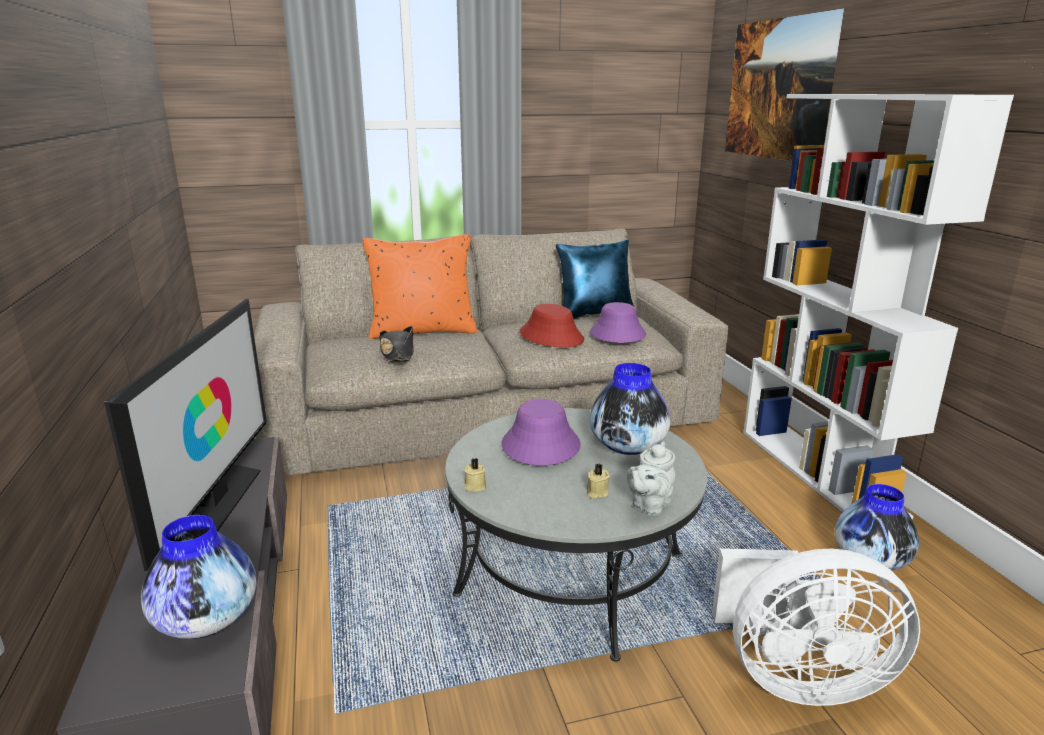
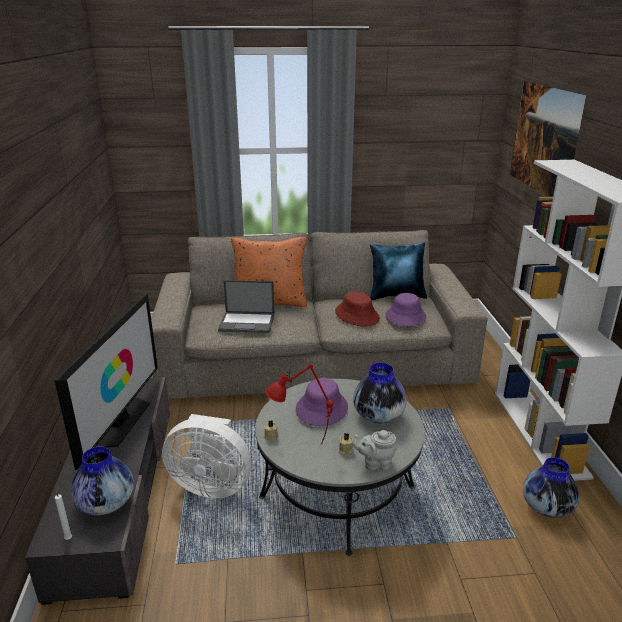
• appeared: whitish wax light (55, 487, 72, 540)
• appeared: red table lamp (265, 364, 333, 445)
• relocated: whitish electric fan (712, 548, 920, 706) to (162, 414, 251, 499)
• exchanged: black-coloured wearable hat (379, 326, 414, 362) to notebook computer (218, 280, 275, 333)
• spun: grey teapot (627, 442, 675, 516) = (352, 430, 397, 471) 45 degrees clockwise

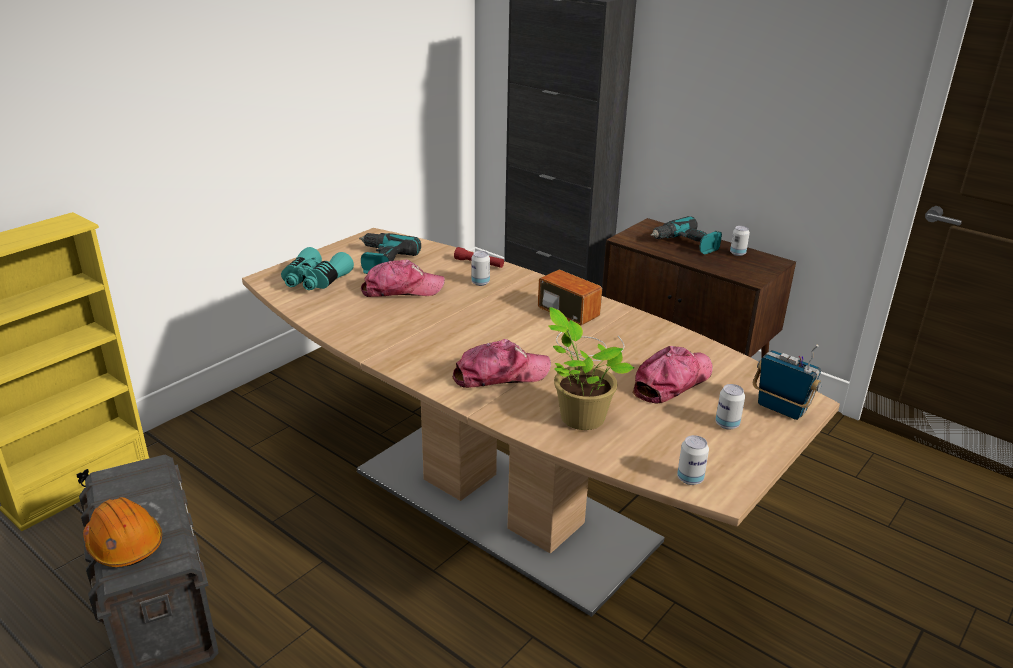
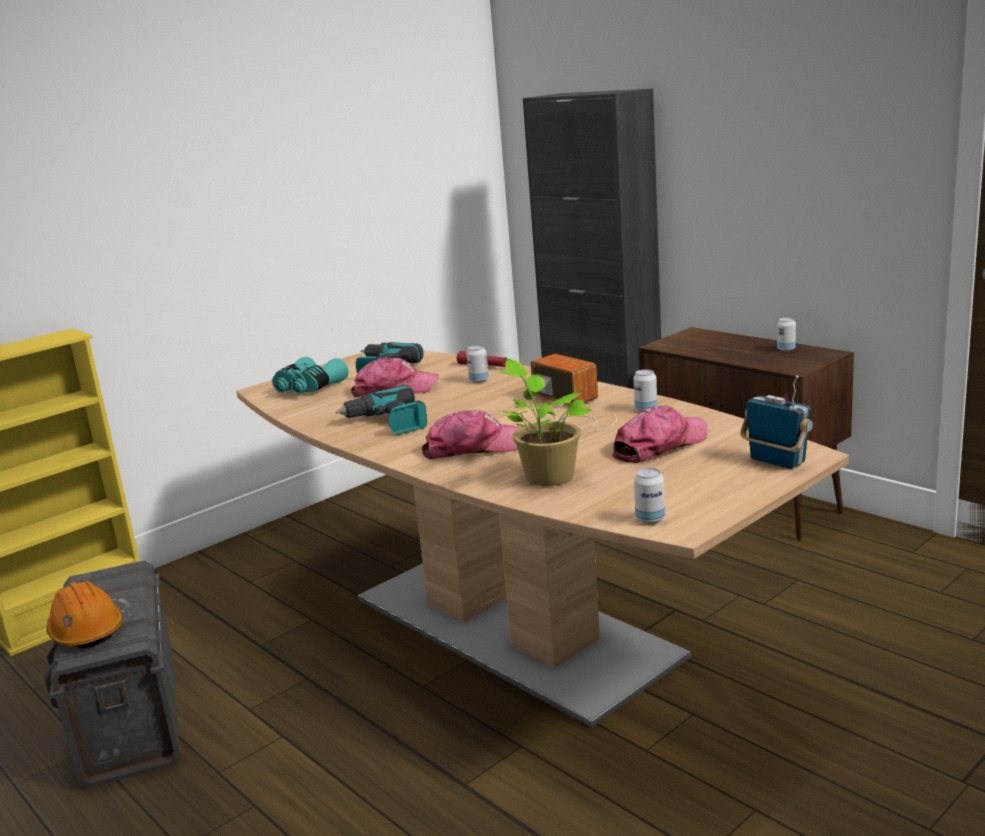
• relocated: power drill (651, 216, 722, 254) to (336, 385, 427, 434)
• relocated: metal can (715, 384, 745, 430) to (633, 369, 657, 412)

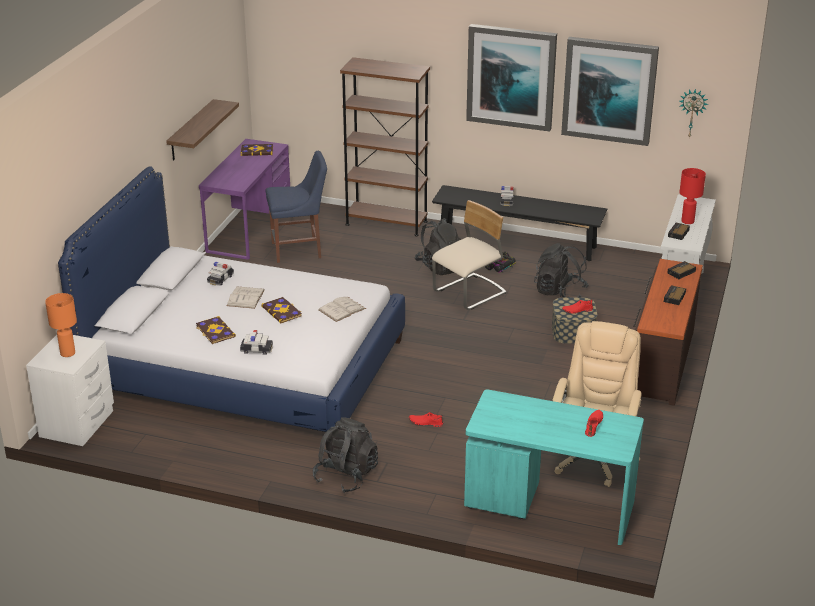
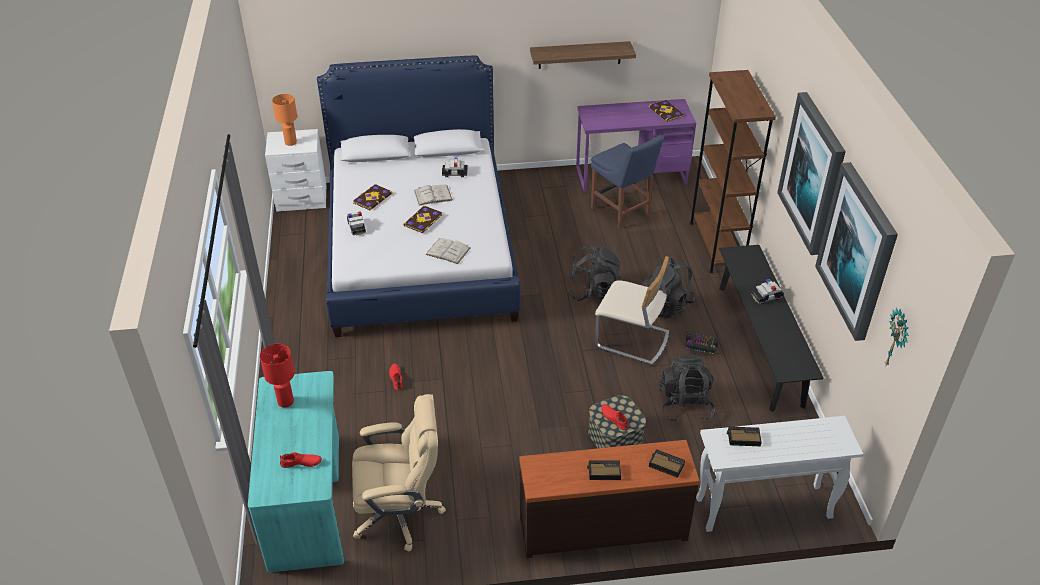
• relocated: black-coloured rucksack (313, 417, 378, 493) to (567, 245, 621, 301)
• relocated: red table lamp (680, 168, 706, 224) to (260, 344, 295, 408)

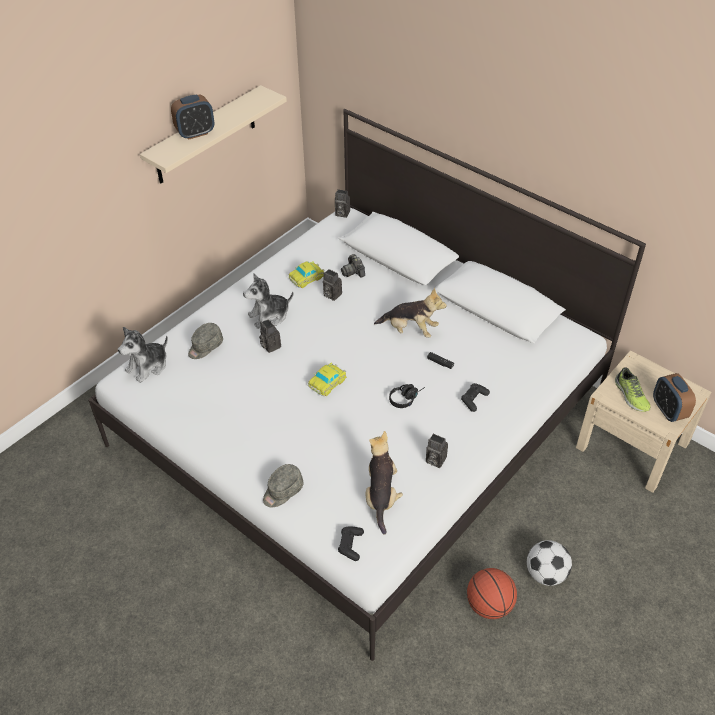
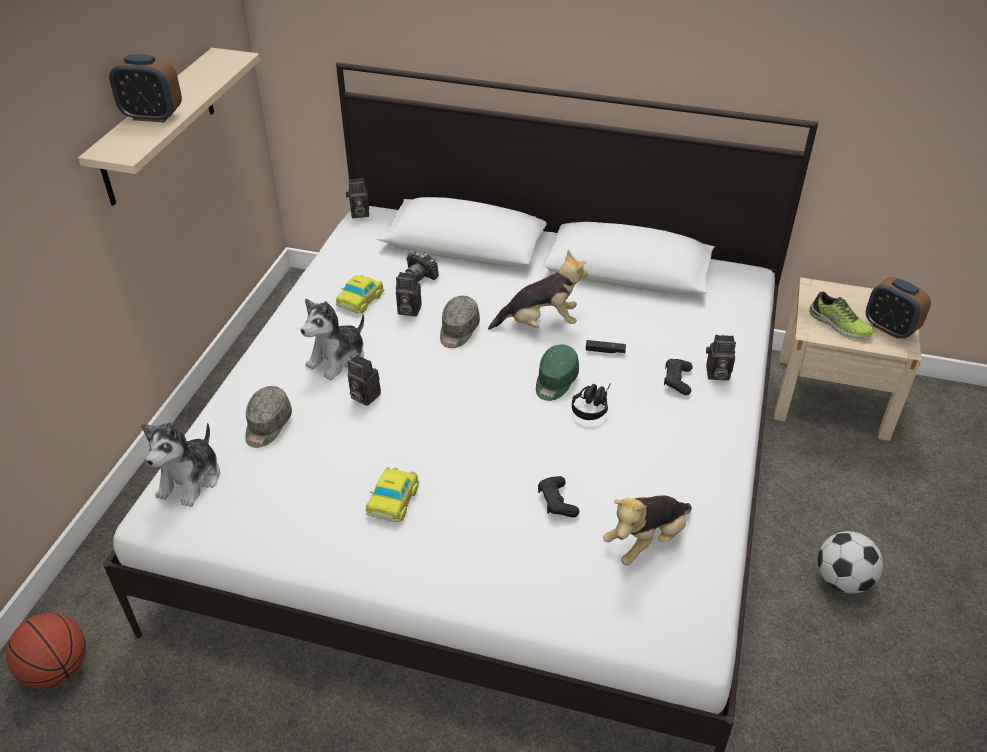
• appeared: greenish cap (536, 345, 579, 401)
• relocated: grey cap (263, 464, 303, 507) to (440, 296, 480, 348)
• relocated: model car (308, 363, 347, 396) to (366, 467, 420, 522)
• relocated: black-coloured gamepad (338, 527, 364, 561) to (538, 476, 579, 517)
• relocated: still camera (426, 433, 448, 468) to (706, 335, 736, 380)
• relocated: ball for basketball (467, 568, 517, 619) to (6, 613, 86, 688)
• spun: alarm clock (171, 94, 214, 140) = (109, 54, 182, 122) 60 degrees clockwise
• spun: soft toy (366, 431, 403, 535) = (603, 495, 692, 565) 105 degrees counterclockwise

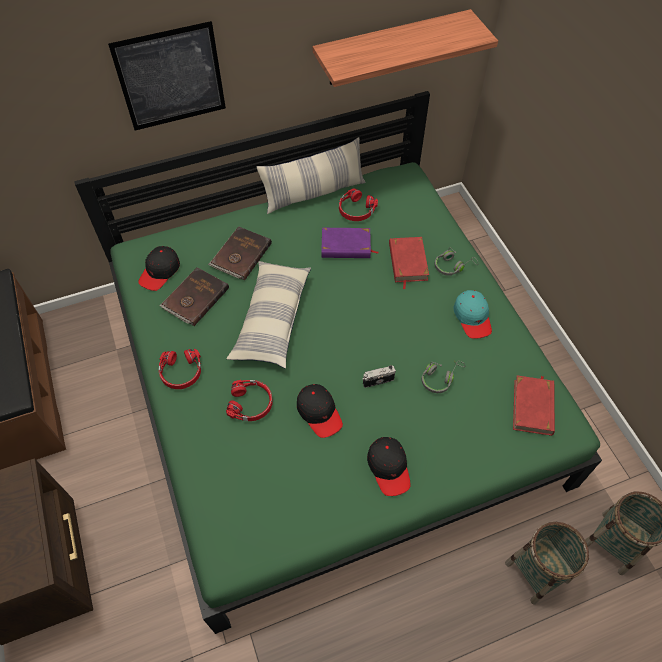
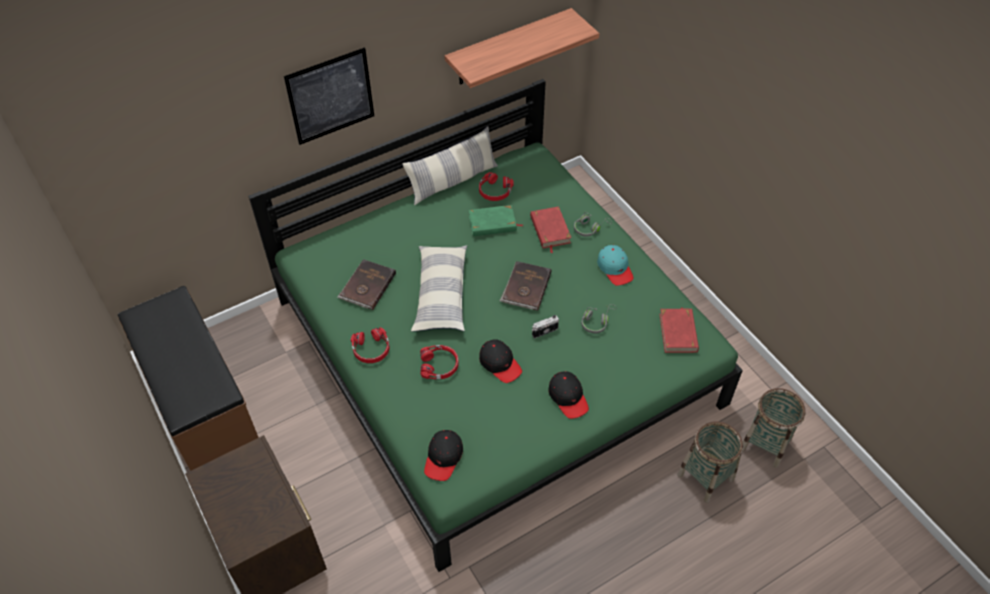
• relocated: black-coloured cap (138, 246, 180, 291) to (424, 430, 463, 481)
• relocated: brown-coloured volume (208, 226, 272, 281) to (499, 261, 552, 311)
• colour: purple-coloured volume (321, 228, 379, 258) to greenish volume (469, 205, 523, 236)

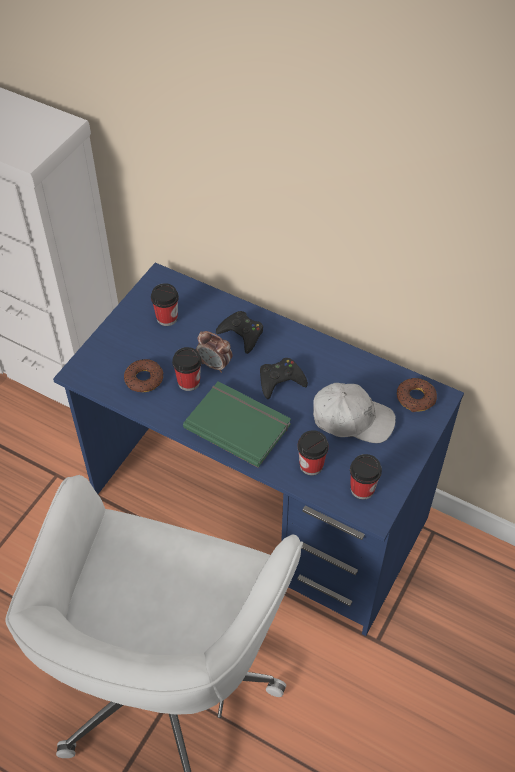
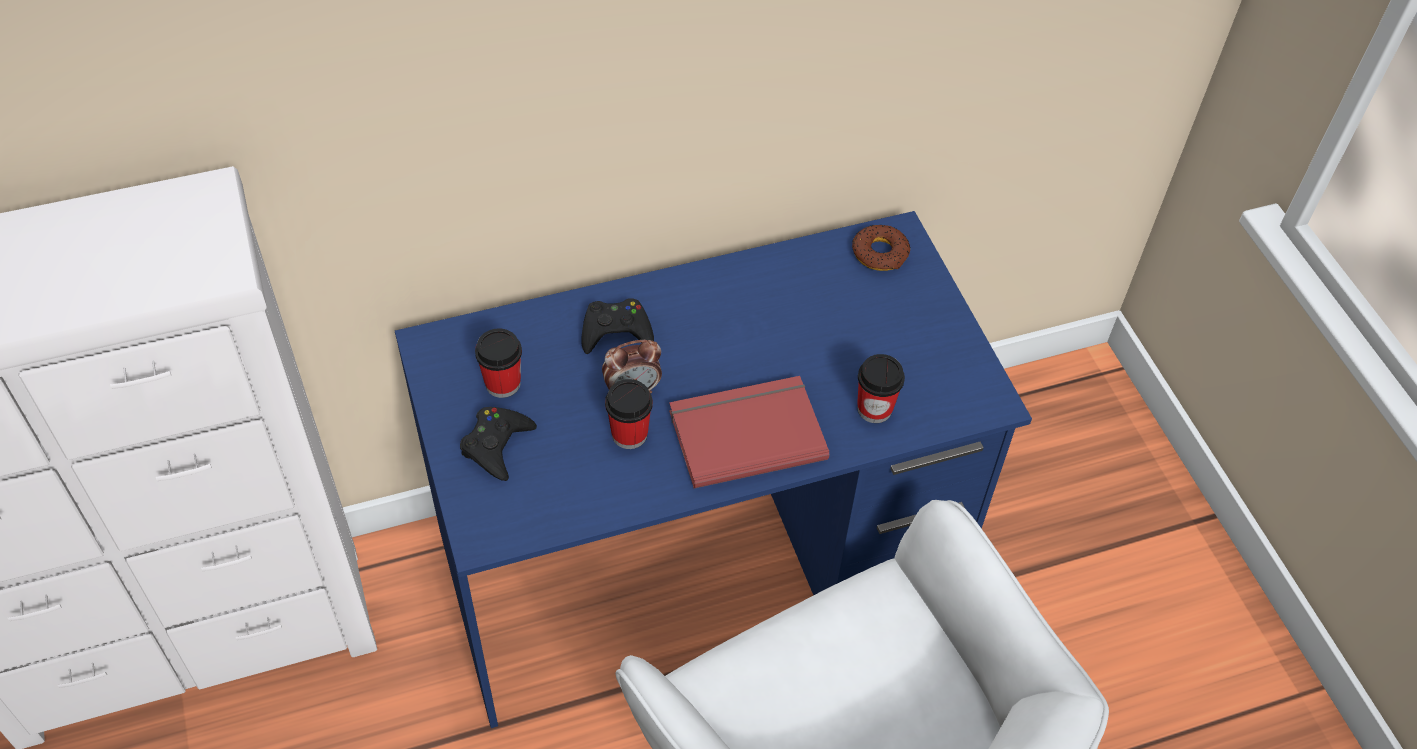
• missing: ring doughnut (124, 359, 163, 392)
• missing: whitish cap (313, 383, 396, 443)
• missing: drinking cup (350, 454, 382, 500)
• relocated: black-coloured gamepad (260, 358, 308, 399) to (460, 407, 537, 481)
• colour: greenish volume (183, 381, 291, 468) to red volume (669, 376, 829, 489)

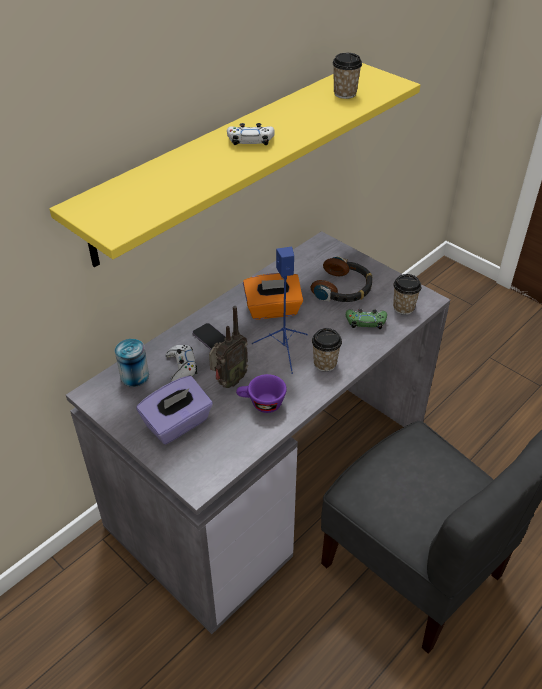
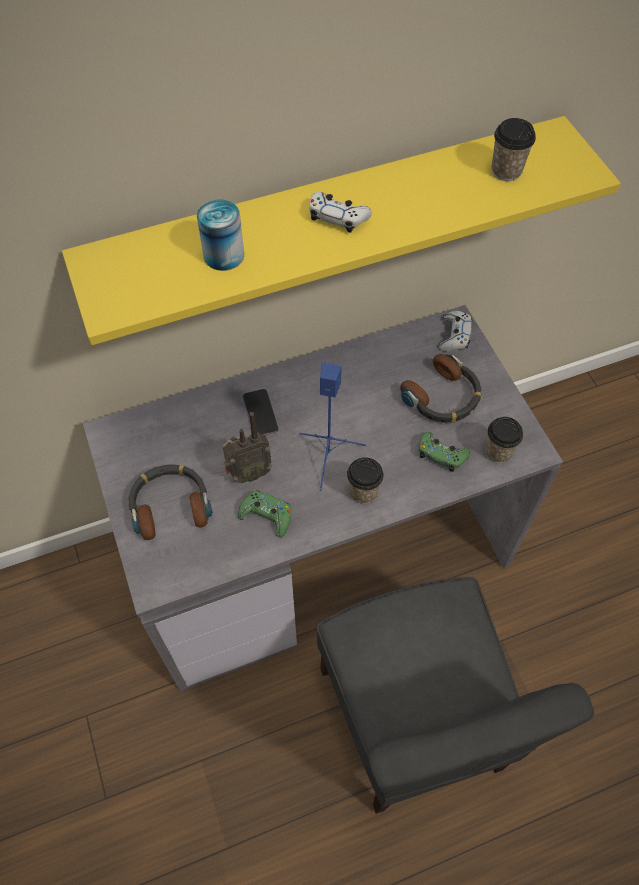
• missing: orange box of tissues (243, 273, 303, 319)
• relocated: metal can (115, 339, 149, 387) to (197, 199, 244, 271)
• relocated: whitish gamepad (166, 345, 197, 381) to (439, 311, 472, 351)
• exchanged: purple-coloured box of tissues (136, 376, 213, 444) to headphones (129, 464, 213, 540)
• exchanged: purple-coloured drinking cup (236, 374, 287, 413) to greenish gamepad (237, 490, 292, 537)

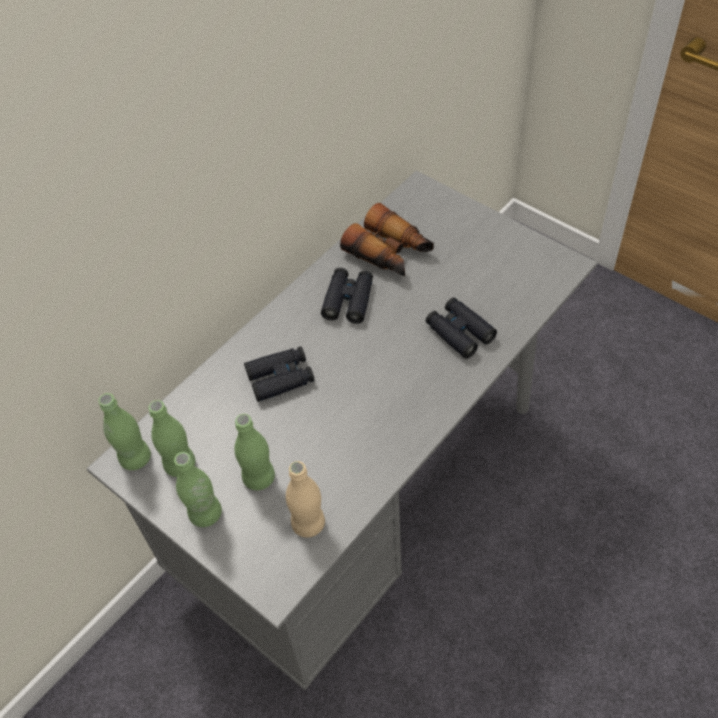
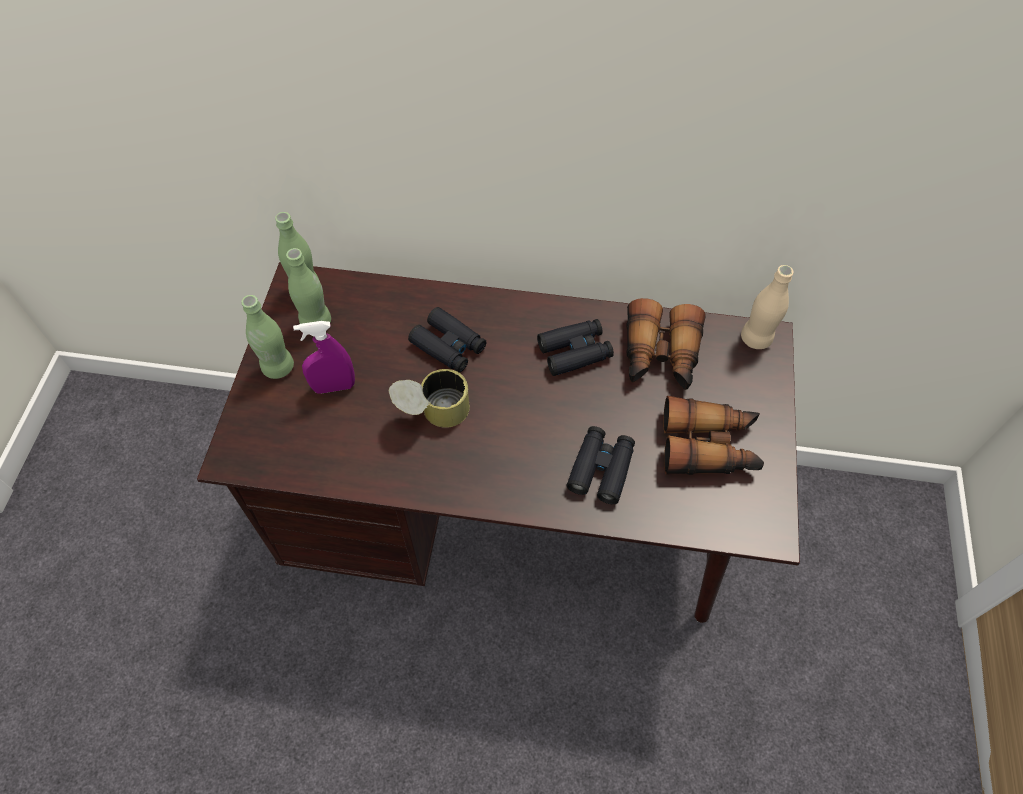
• appeared: metal can (389, 369, 470, 428)
• appeared: pair of binoculars (663, 396, 764, 475)
• relocated: beige drink bottle (286, 461, 325, 537) to (741, 265, 794, 349)
• exchanged: greenish drink bottle (234, 414, 275, 490) to purple-coloured spray bottle (293, 321, 355, 394)
• colour: grey desk table (86, 171, 597, 690) to brown-coloured desk table (197, 262, 800, 623)

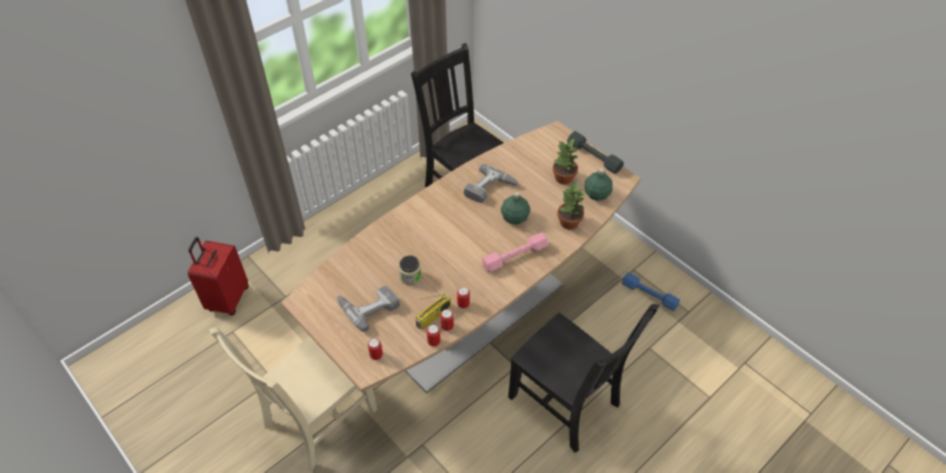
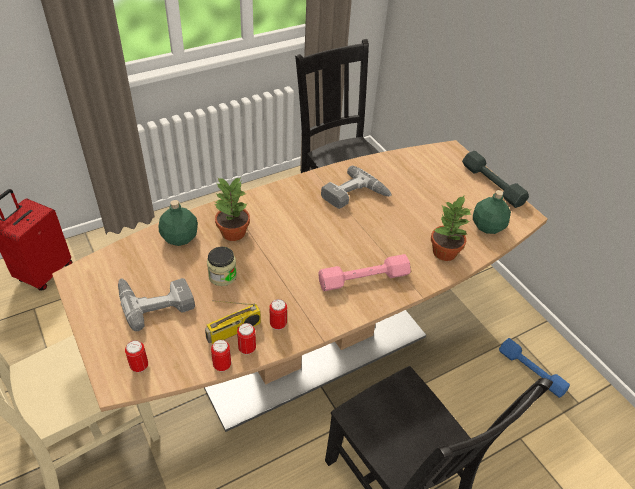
• relocated: greenish drink bottle (501, 191, 530, 224) to (159, 200, 198, 246)
• relocated: potted plant (552, 138, 579, 185) to (213, 177, 250, 241)

